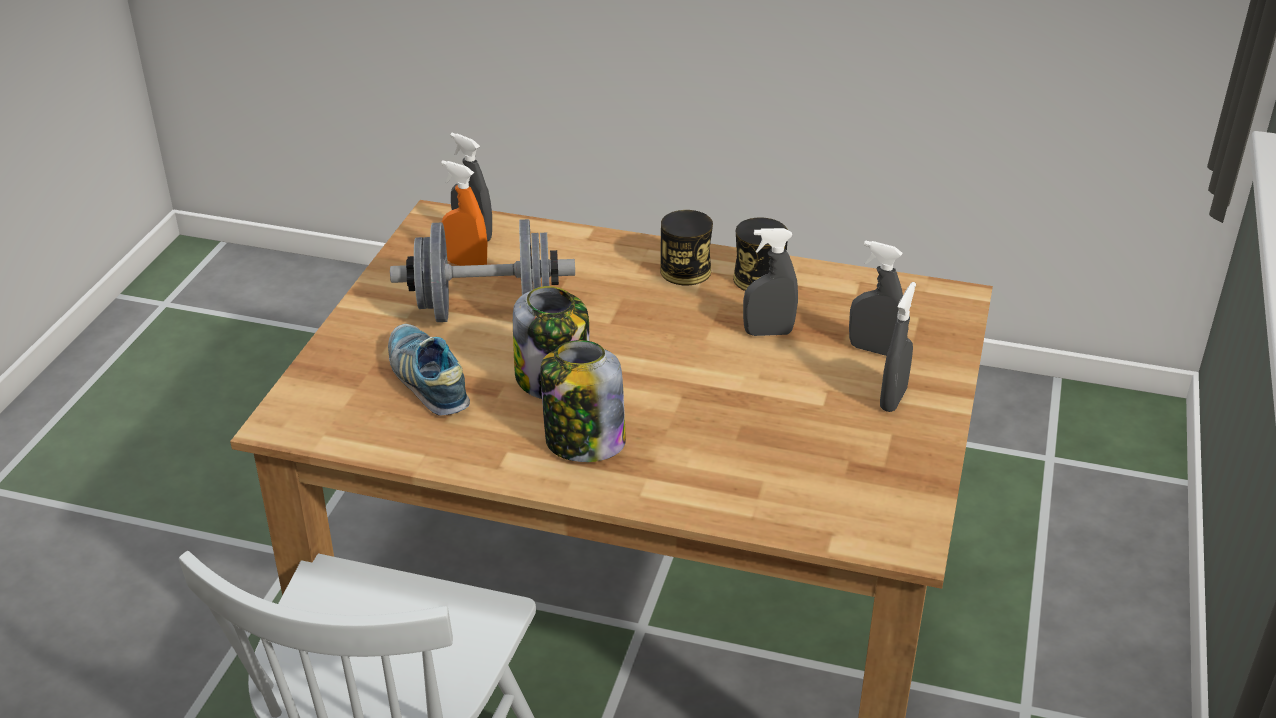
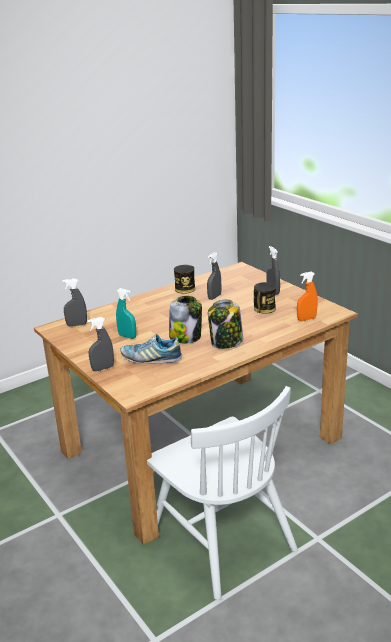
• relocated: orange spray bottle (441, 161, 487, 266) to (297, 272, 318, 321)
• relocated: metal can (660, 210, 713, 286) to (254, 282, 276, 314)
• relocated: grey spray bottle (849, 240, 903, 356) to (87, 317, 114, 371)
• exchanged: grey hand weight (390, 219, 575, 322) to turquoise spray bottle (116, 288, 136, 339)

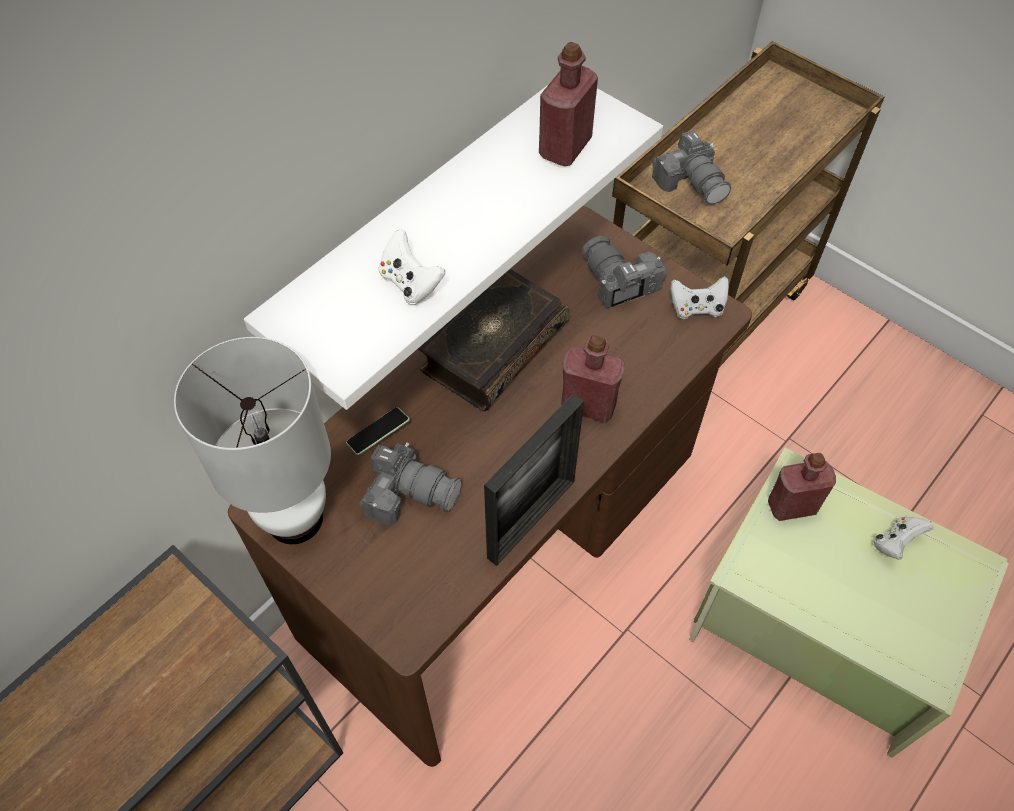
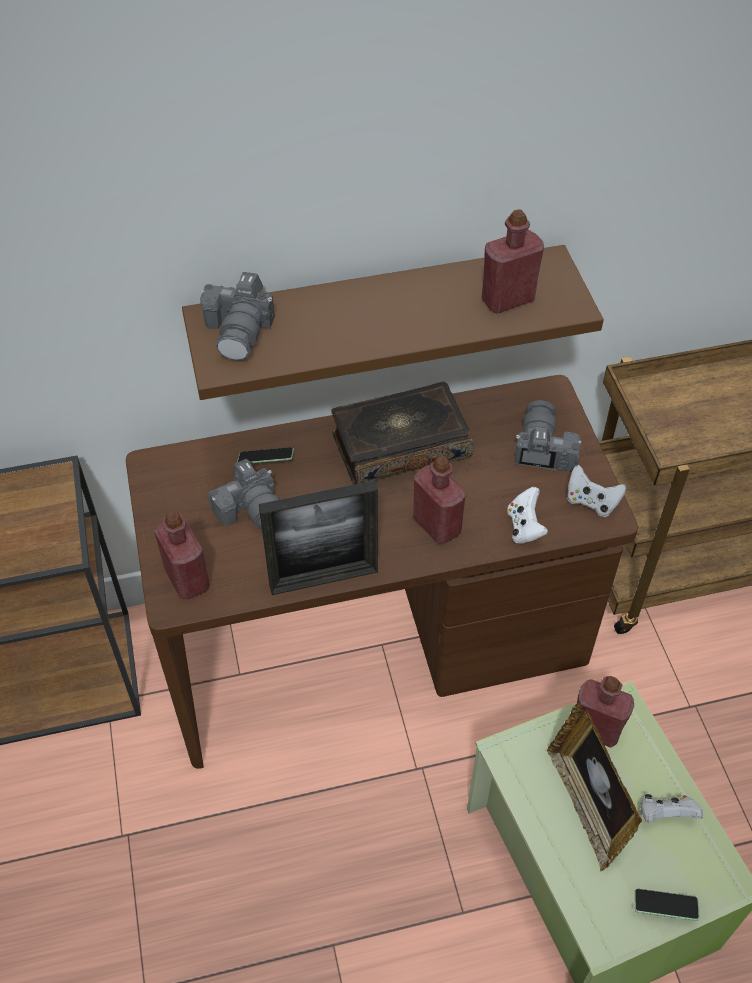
• missing: whitish table lamp (174, 337, 331, 544)
• appeared: red drink bottle (154, 511, 210, 599)
• appeared: photo frame (547, 703, 642, 871)
• appeared: phone (634, 889, 700, 921)
• relocated: whitish gamepad (378, 229, 445, 305) to (507, 487, 548, 544)
• relocated: still camera (652, 130, 731, 204) to (200, 272, 275, 361)
• colour: whitish wall shelf (244, 84, 663, 410) to brown-coloured wall shelf (182, 245, 604, 400)

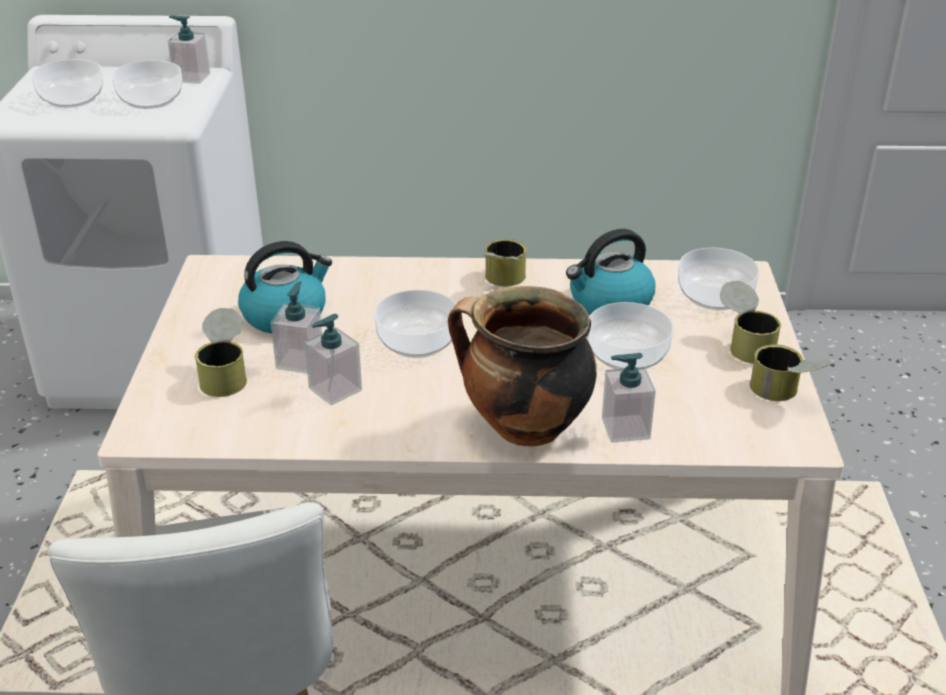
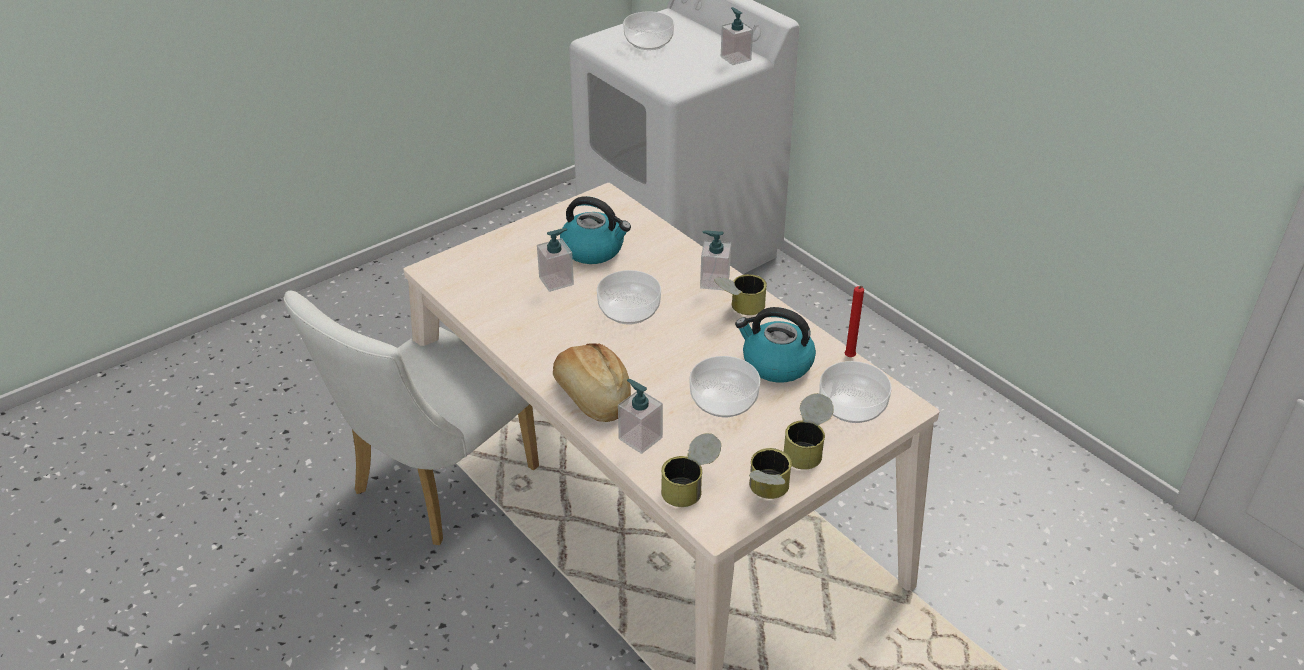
• missing: serving bowl (111, 60, 183, 109)
• appeared: red wax light (844, 286, 864, 357)
• relocated: metal can (195, 308, 247, 397) to (661, 433, 722, 507)
• relocated: soap dispenser (304, 314, 362, 405) to (700, 231, 731, 291)
• exchanged: cooking pot (448, 286, 597, 446) to baked bread (553, 343, 631, 422)

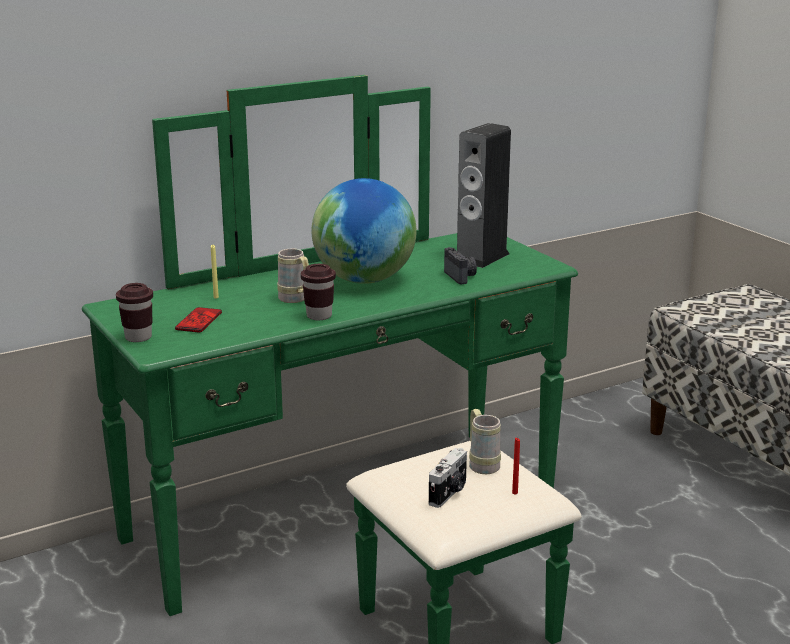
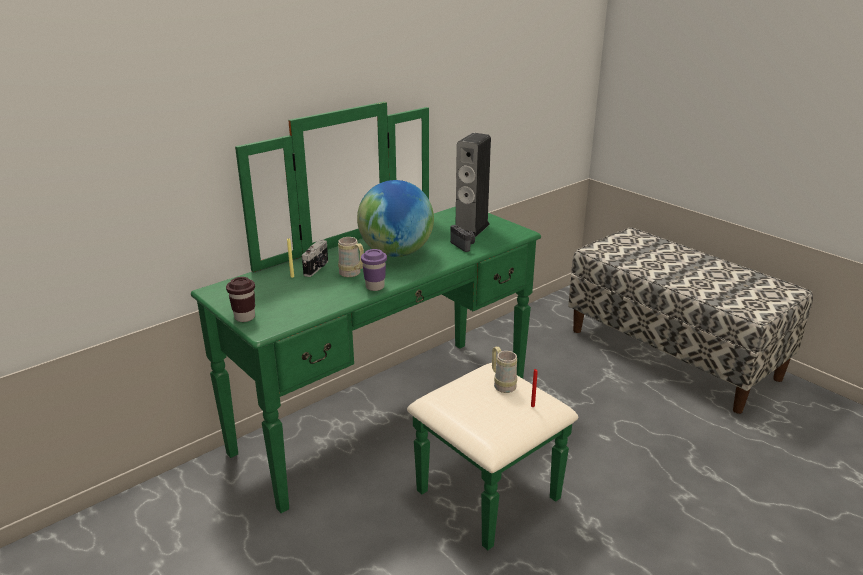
• missing: phone (175, 307, 222, 332)
• relocated: still camera (429, 448, 467, 508) to (302, 239, 328, 277)
• colour: brown-coloured drinking cup (301, 264, 336, 320) to purple-coloured drinking cup (361, 249, 387, 291)

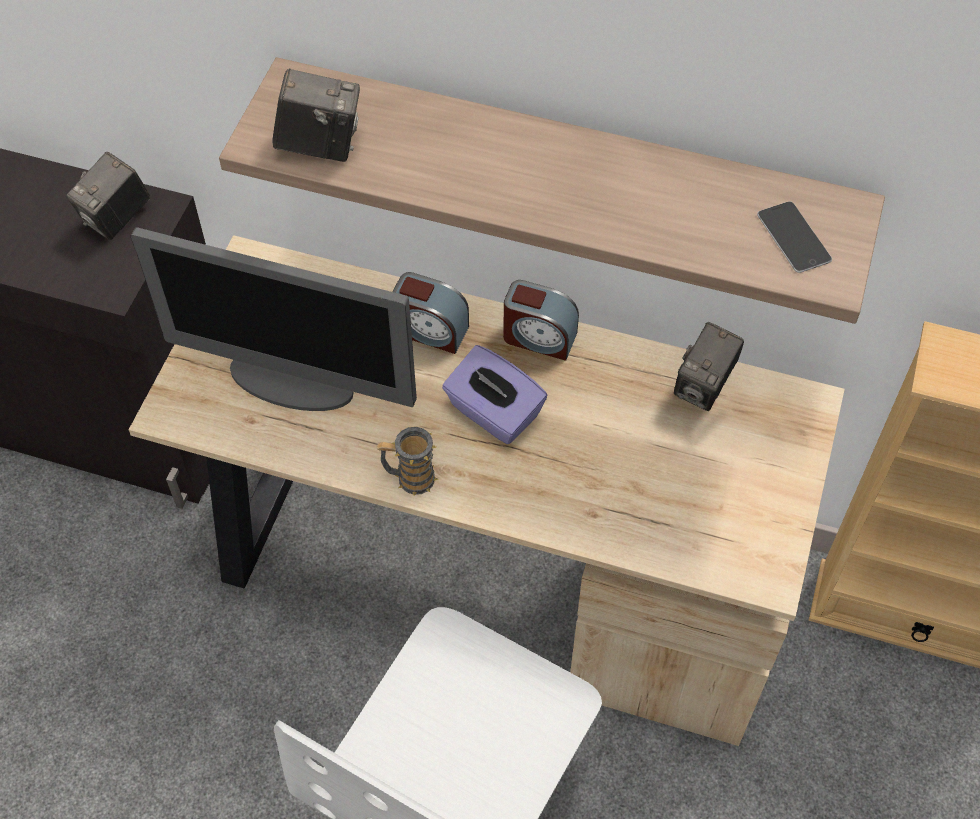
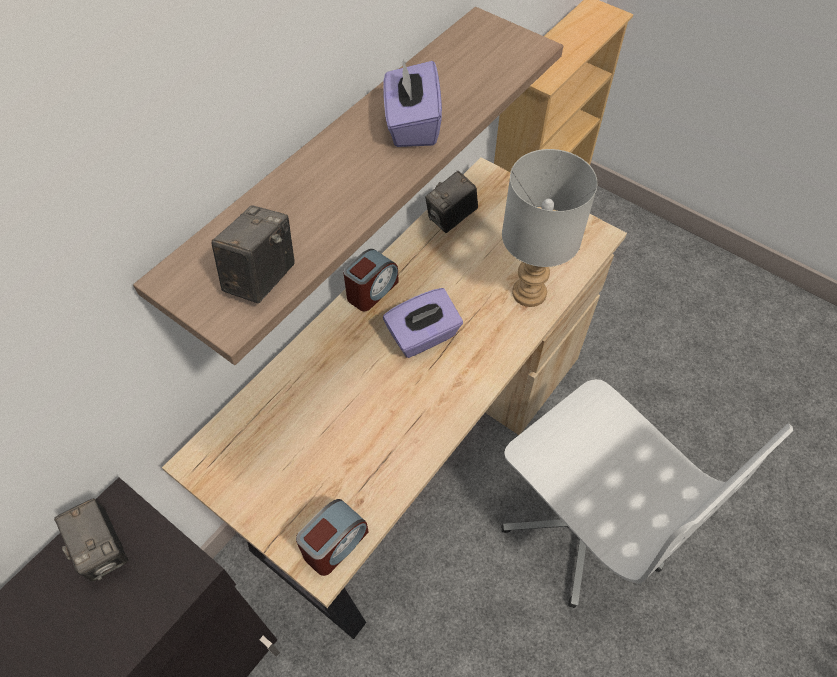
• missing: monitor (131, 227, 417, 411)
• missing: tea mug (377, 426, 438, 496)
• missing: phone (757, 201, 832, 273)
• appeared: purple-coloured box of tissues (383, 59, 442, 147)
• appeared: grey table lamp (502, 149, 598, 307)
• relocated: alarm clock (392, 272, 469, 354) to (296, 499, 369, 576)
• spun: still camera (674, 322, 744, 411) = (425, 171, 478, 233) 90 degrees clockwise

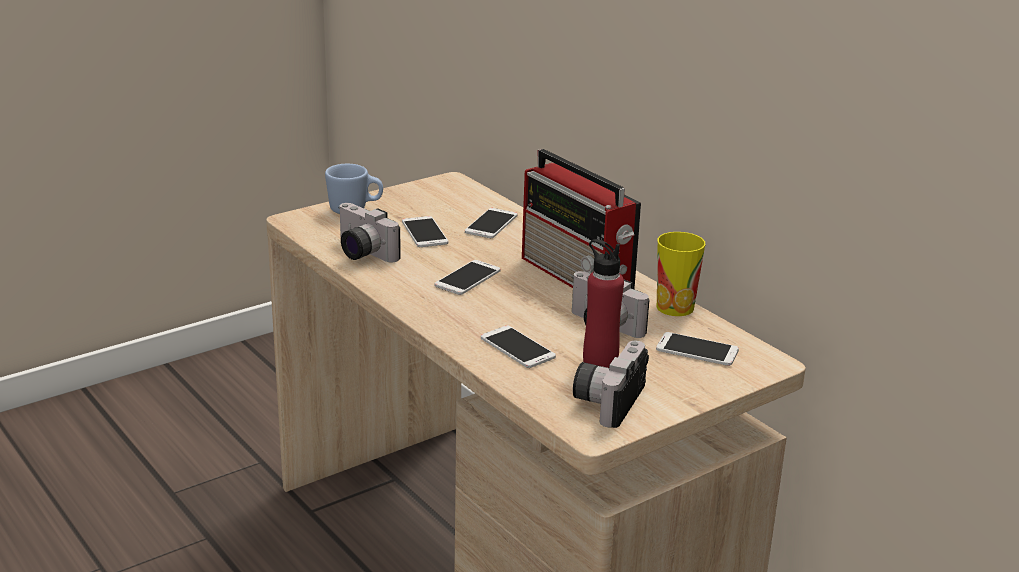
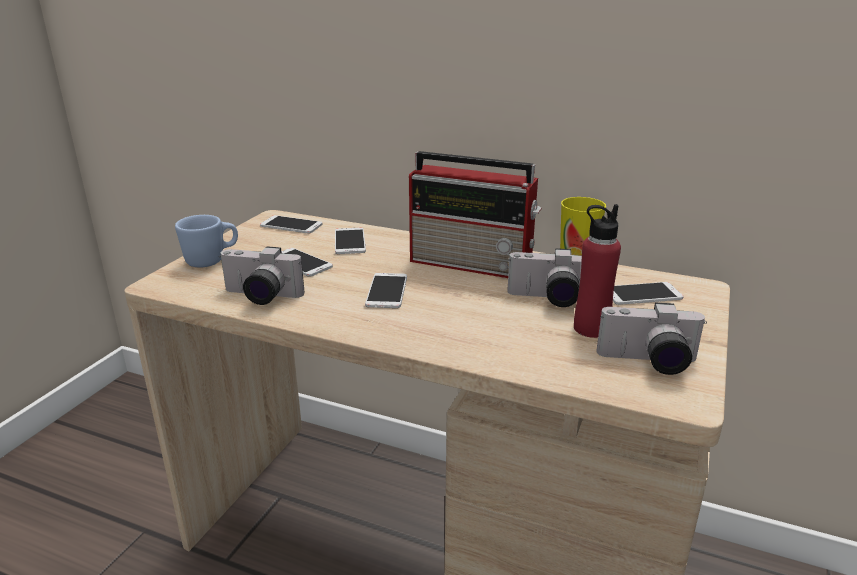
• relocated: phone (481, 326, 556, 368) to (260, 215, 323, 234)
• spun: still camera (573, 341, 649, 428) = (596, 303, 707, 375) 75 degrees counterclockwise

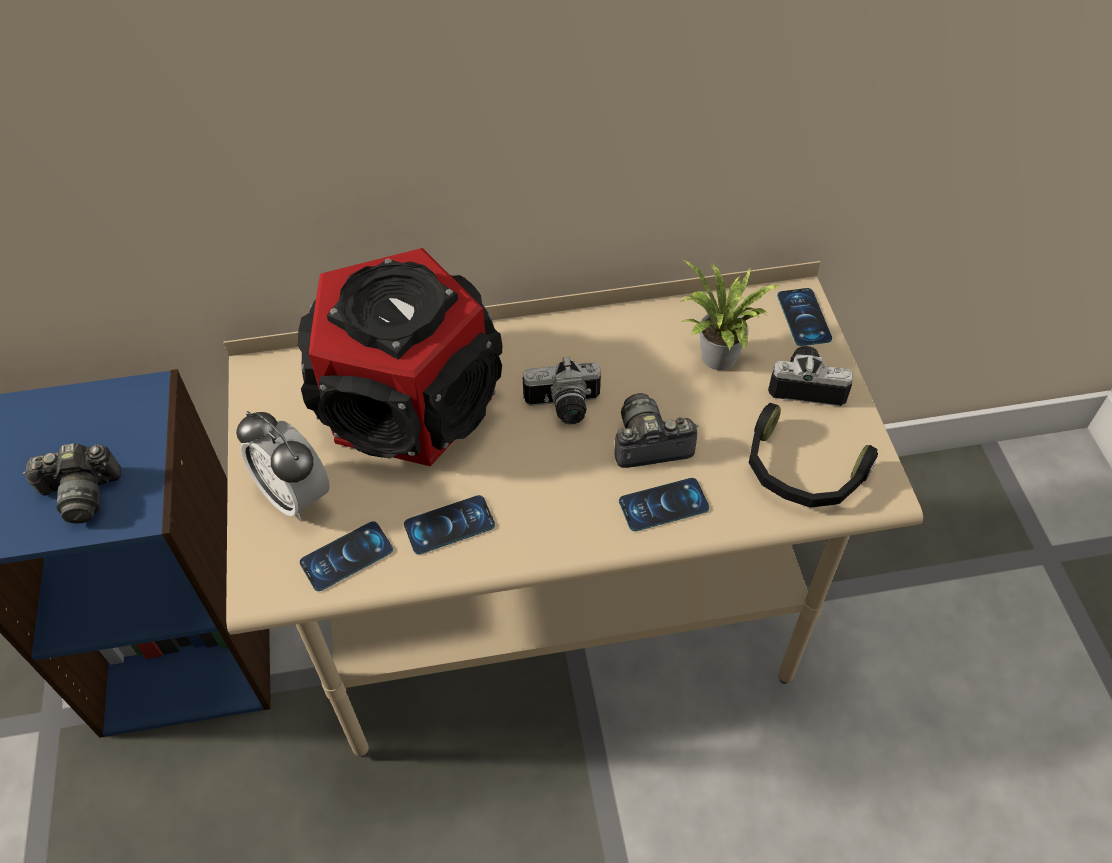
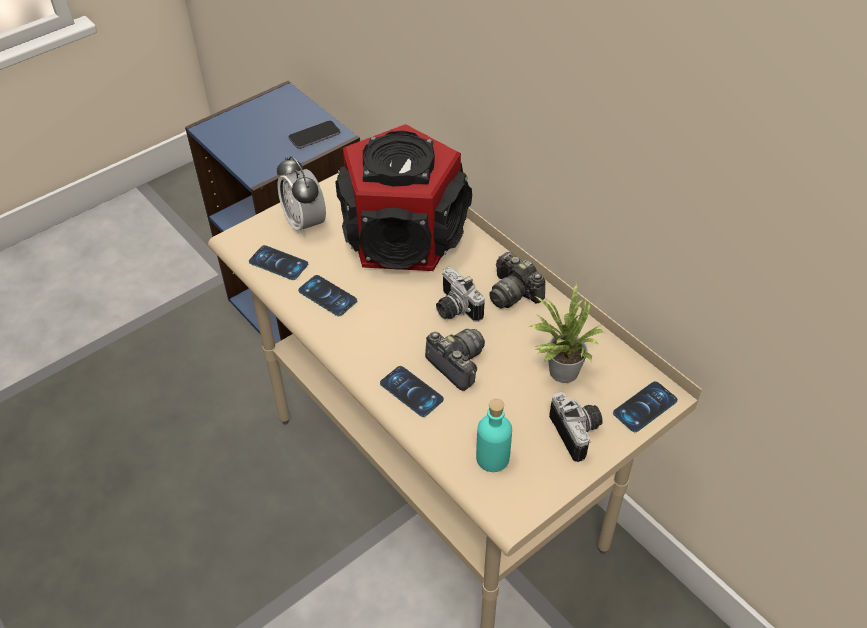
• appeared: phone (289, 120, 340, 149)
• relocated: still camera (23, 443, 121, 524) to (489, 252, 545, 309)
• exchanged: black-coloured headphones (749, 403, 878, 508) to turquoise drink bottle (476, 399, 512, 472)
• spun: alarm clock (236, 411, 330, 520) = (277, 156, 326, 237) 45 degrees counterclockwise

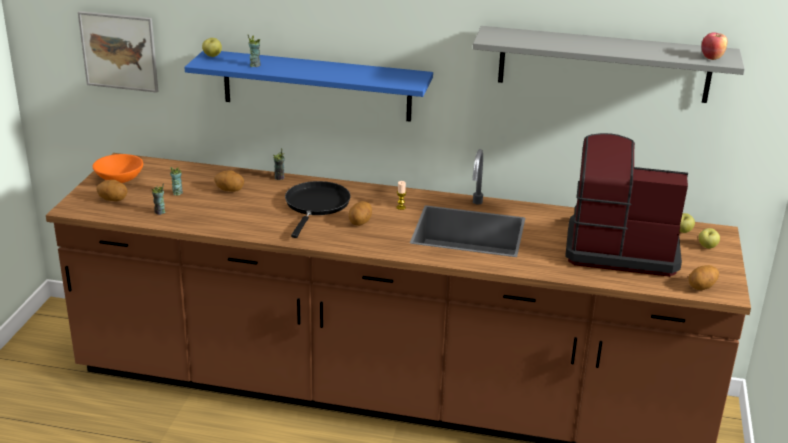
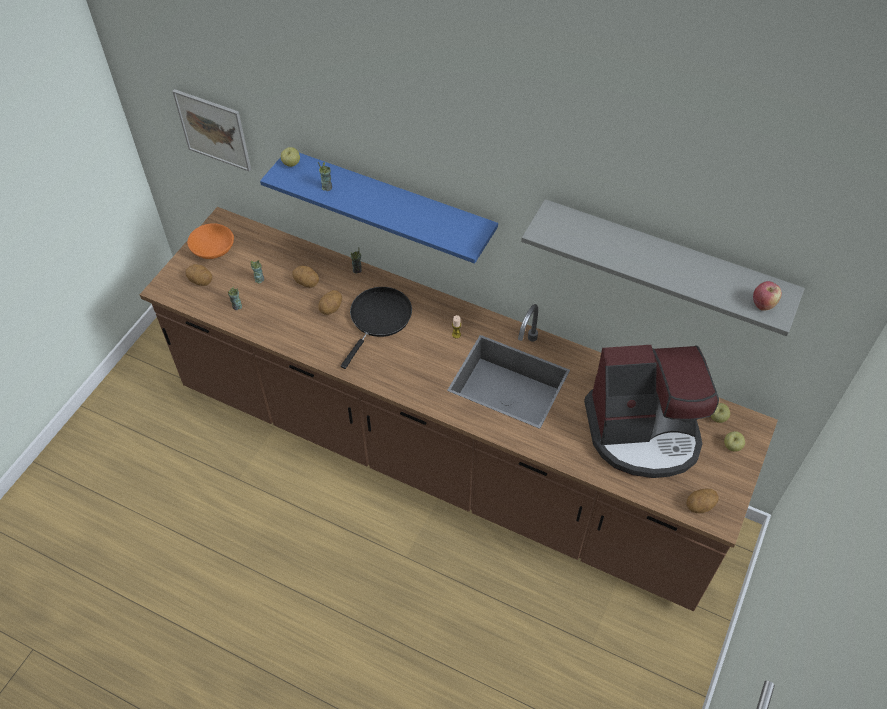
• relocated: whole potato (349, 201, 372, 226) to (318, 290, 342, 315)
• spun: coffee maker (565, 133, 688, 277) = (584, 345, 719, 478) 150 degrees clockwise

